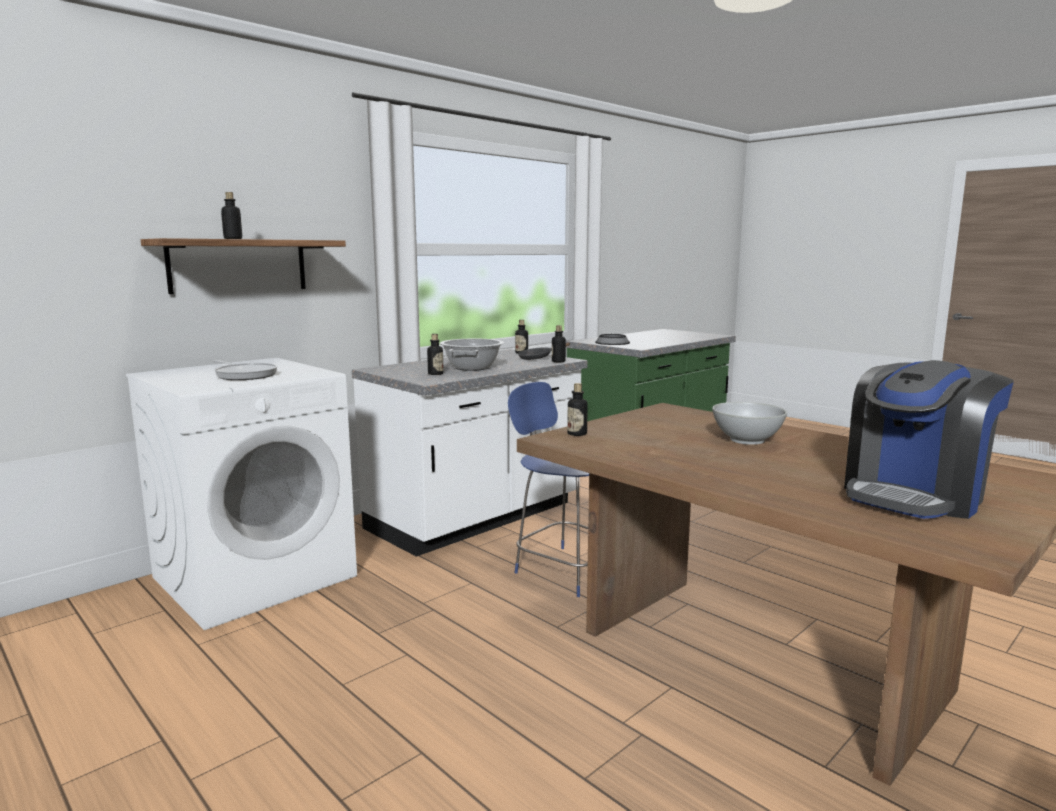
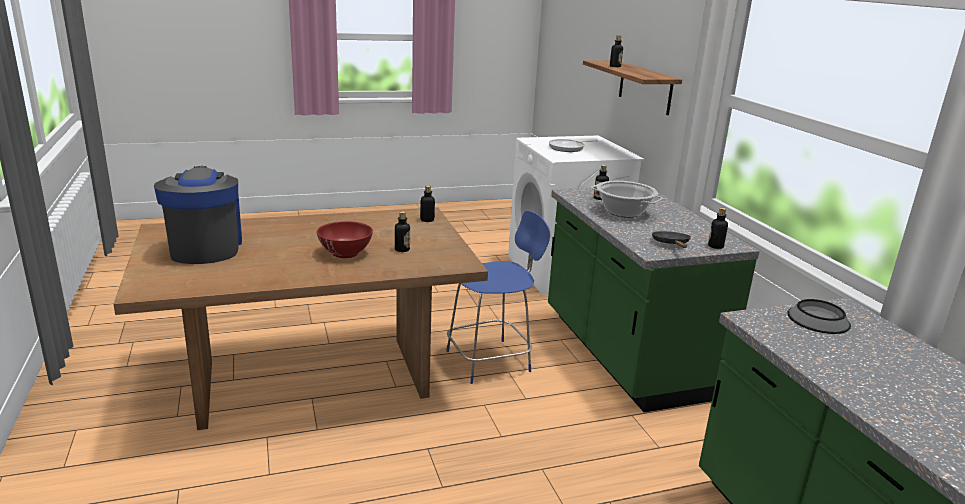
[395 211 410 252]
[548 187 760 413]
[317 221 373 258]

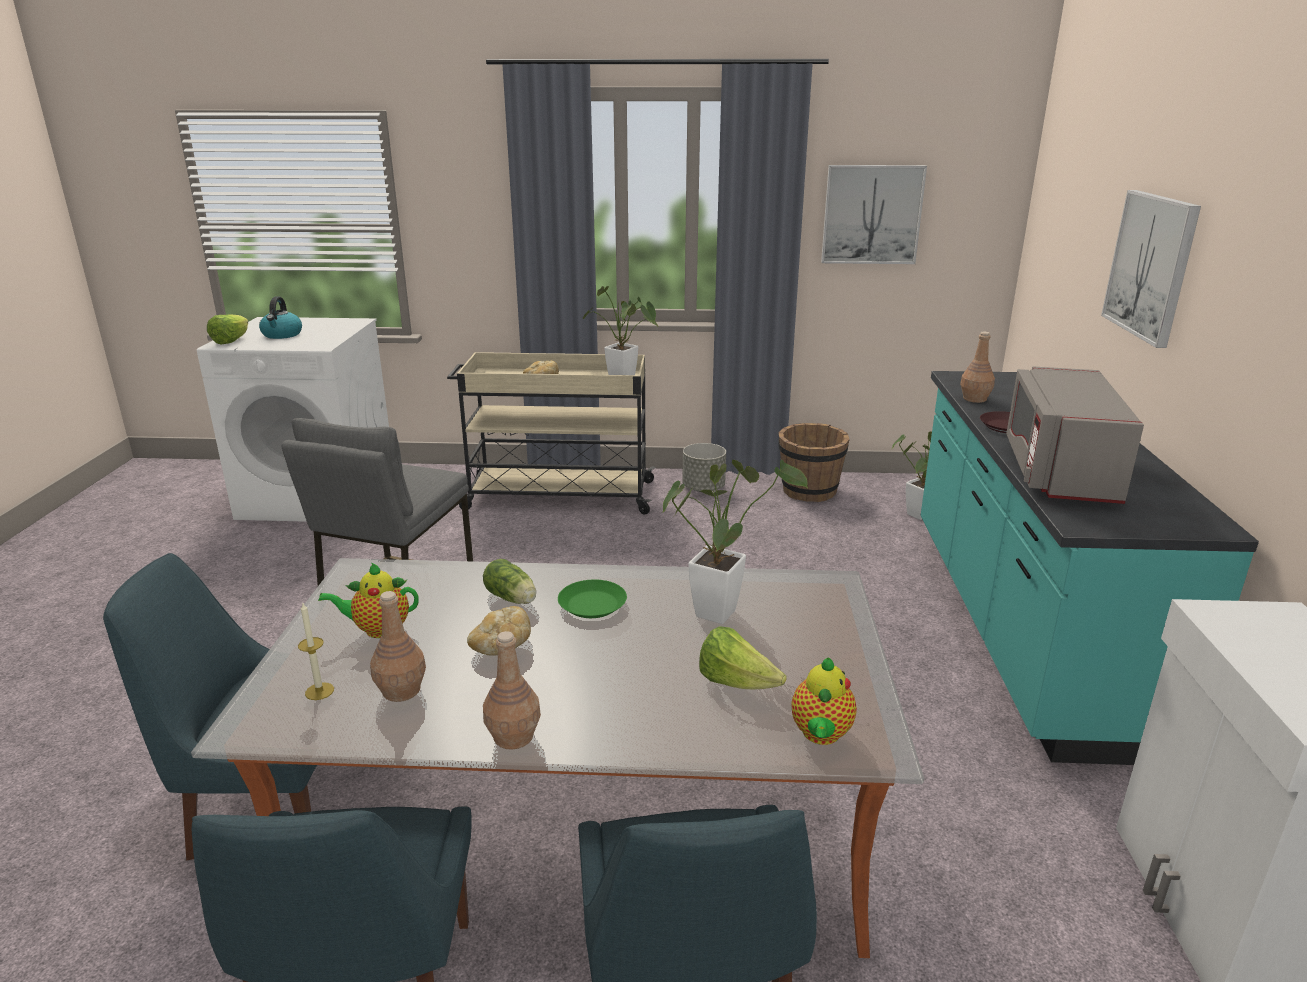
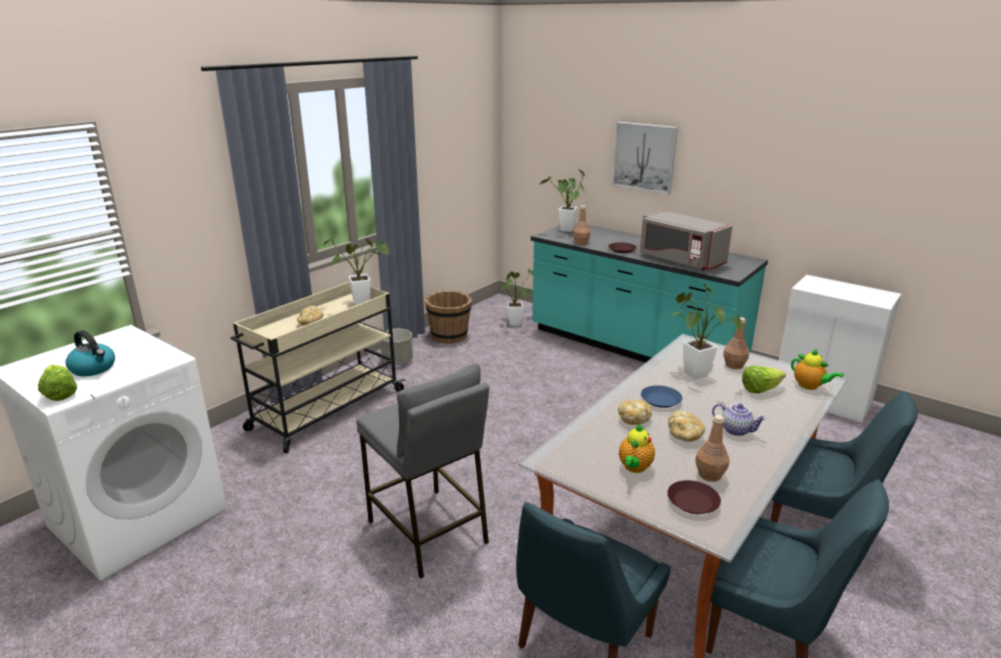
[821 165 927 264] (first image)
[539 169 585 232]
[712 403 766 436]
[723 317 749 370]
[667 480 721 514]
[618 399 652 425]
[641 385 682 408]

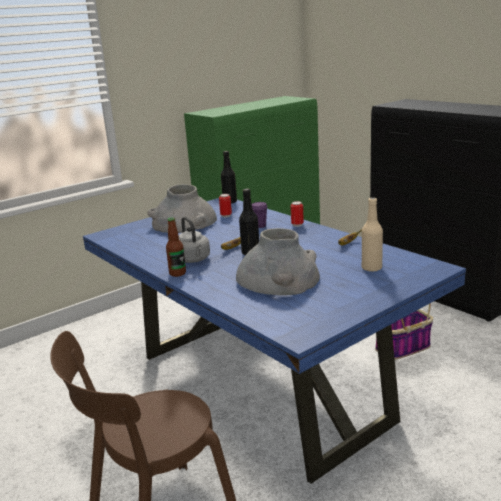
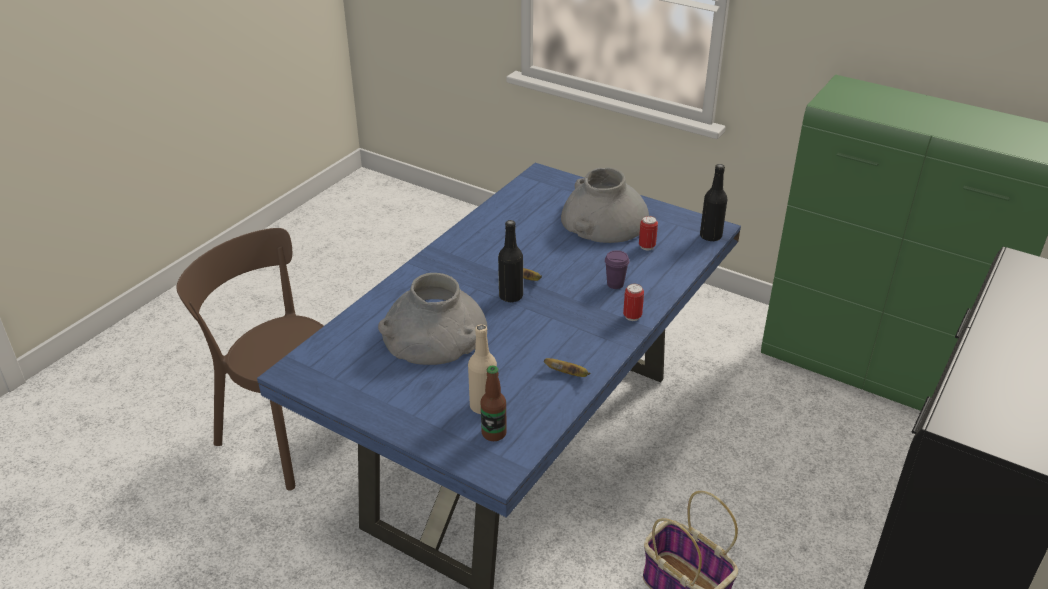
[179 217 210 263] (first image)
[481 366 507 441]

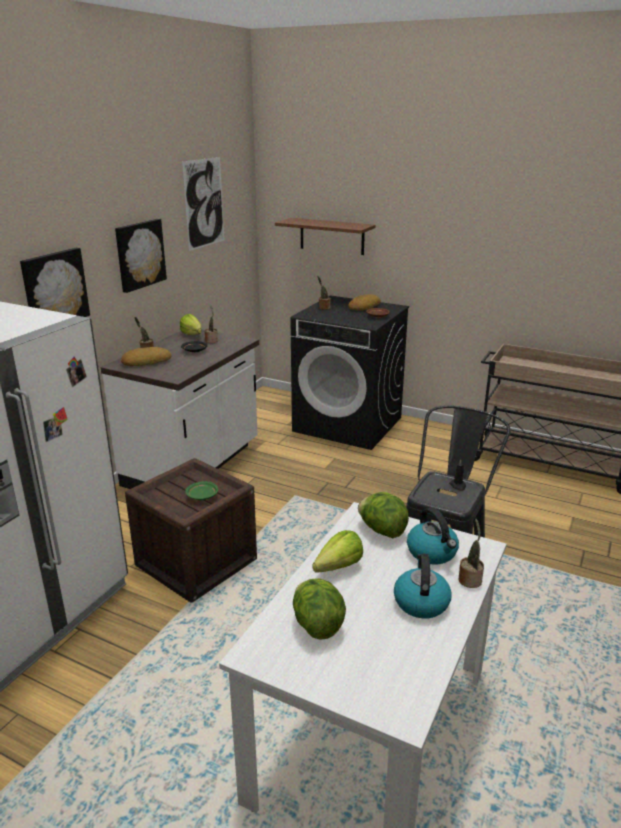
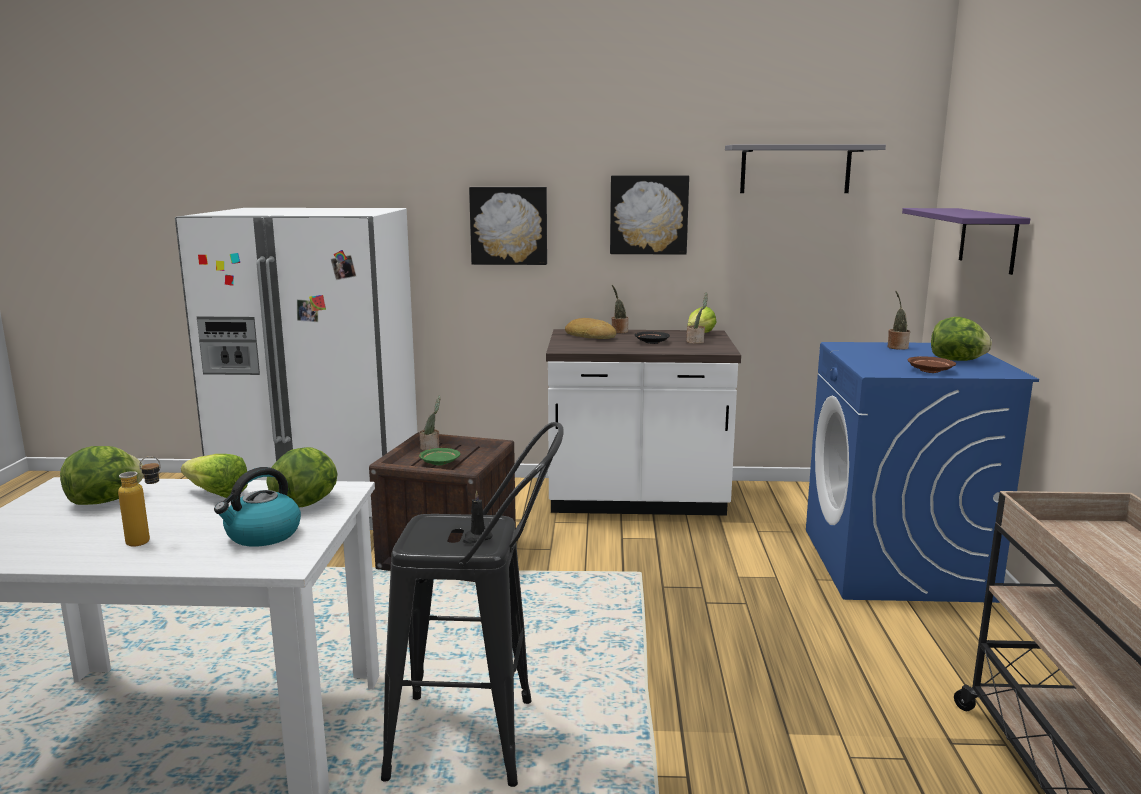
[419 395 441 451]
[725 144 886 193]
[931 317 992 361]
[118 456 161 547]
[902 208 1030 275]
[806 342 1039 603]

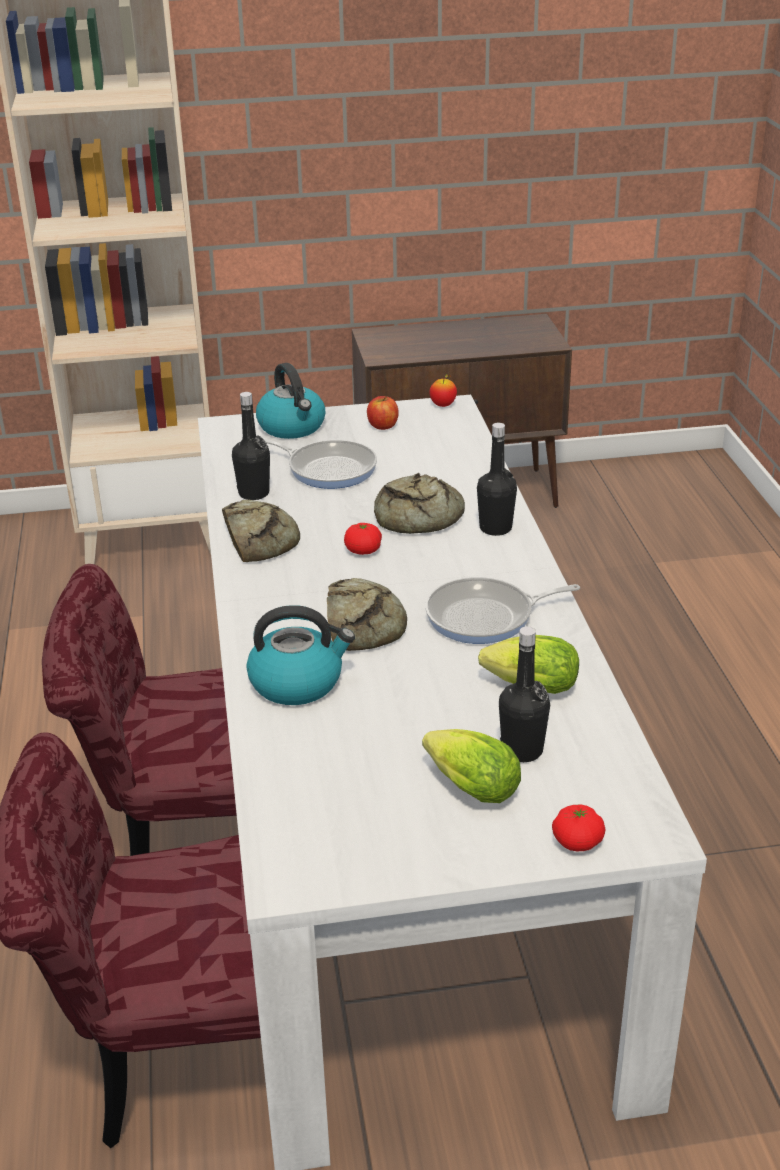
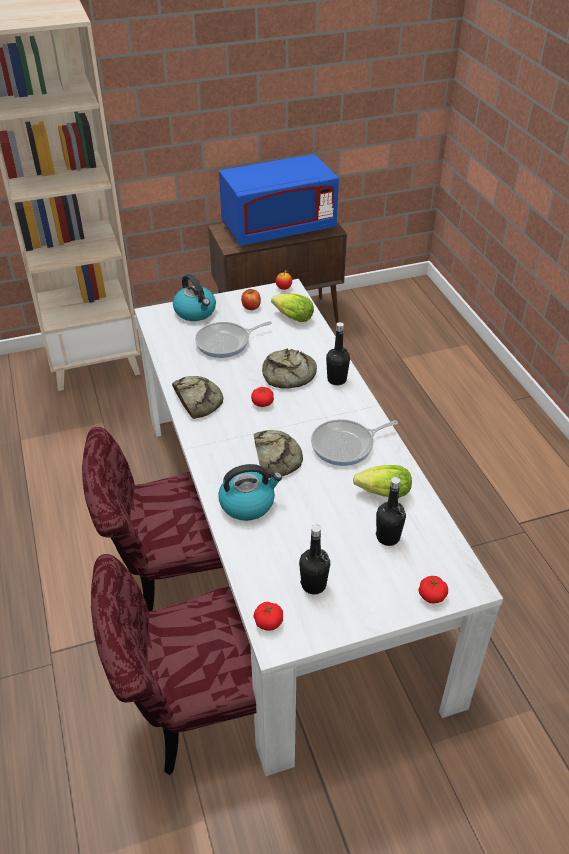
[219 154 339 246]
[253 602 283 631]
[299 524 330 594]
[271 293 314 322]
[195 321 272 358]

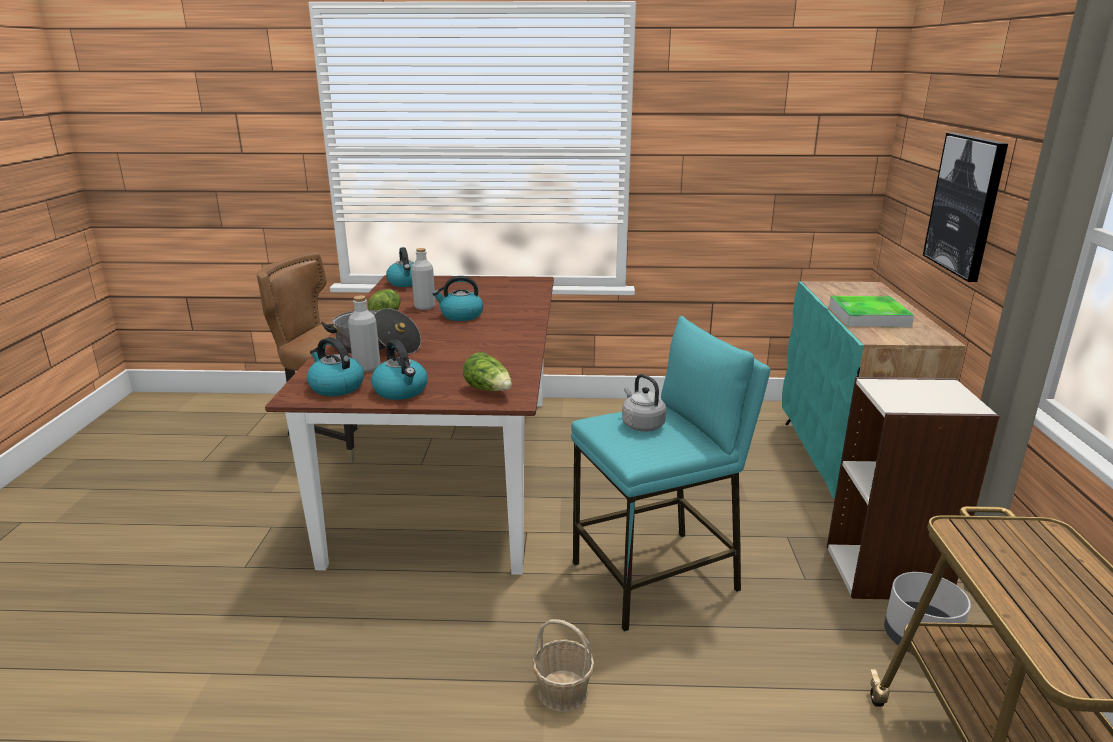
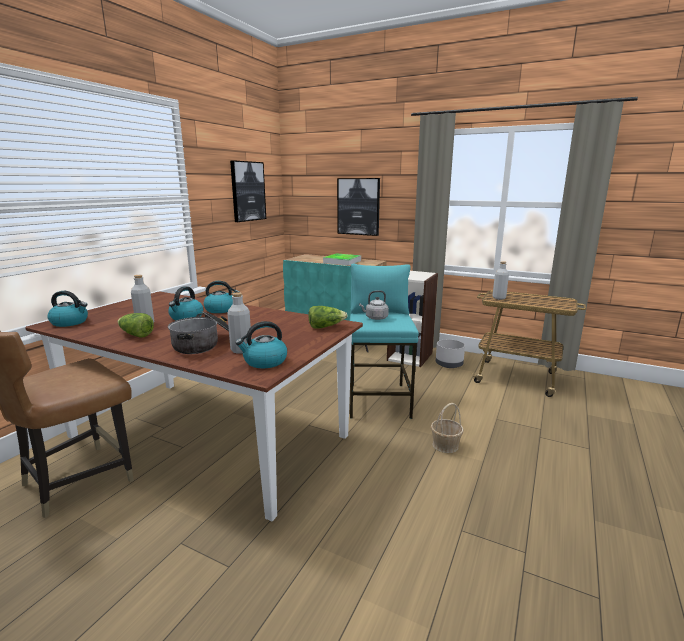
[230 160 266 222]
[493 261 509 299]
[204 281 239 313]

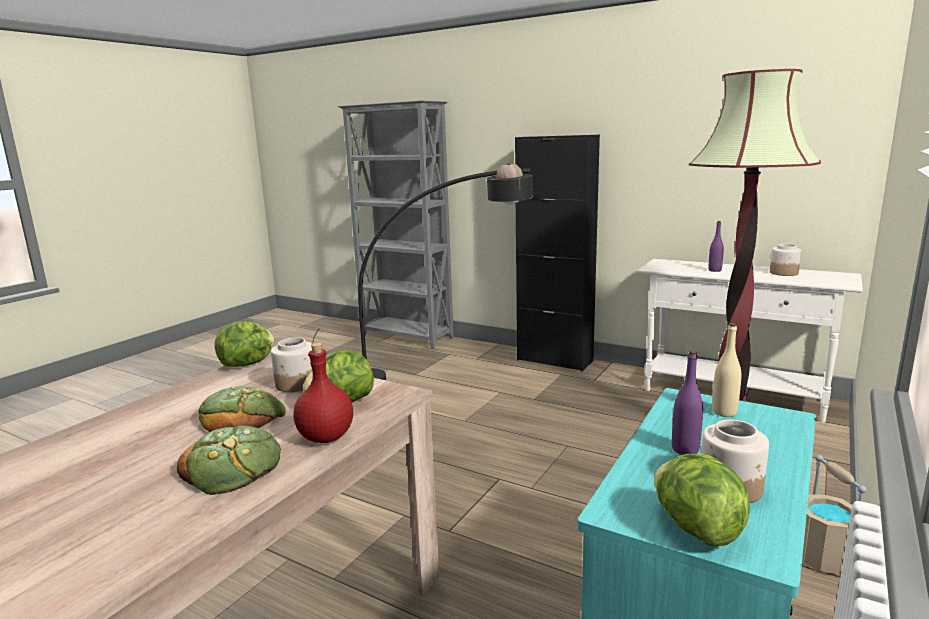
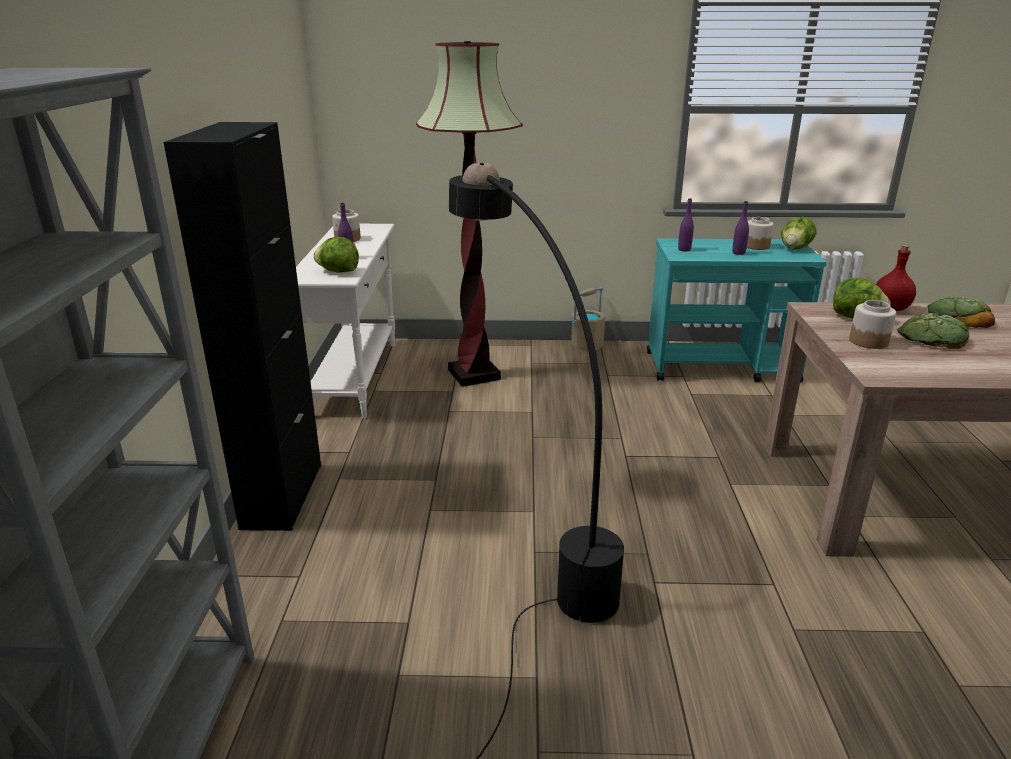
[313 237 359 272]
[678 198 694 251]

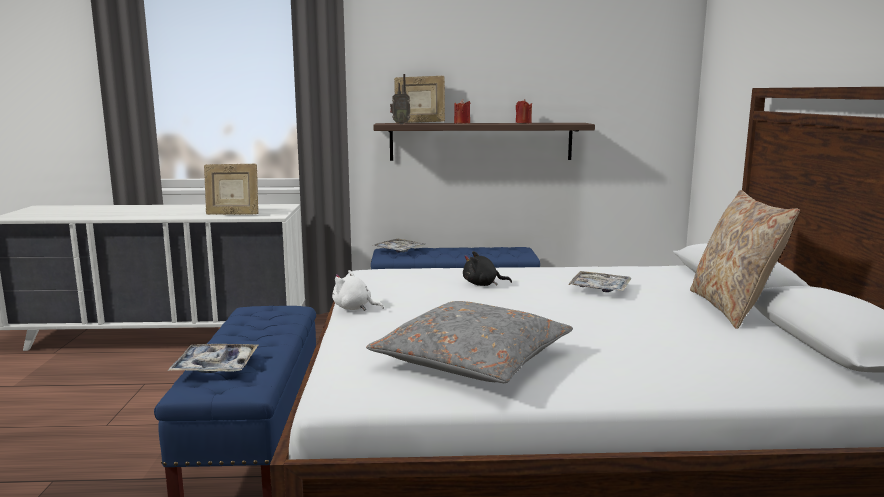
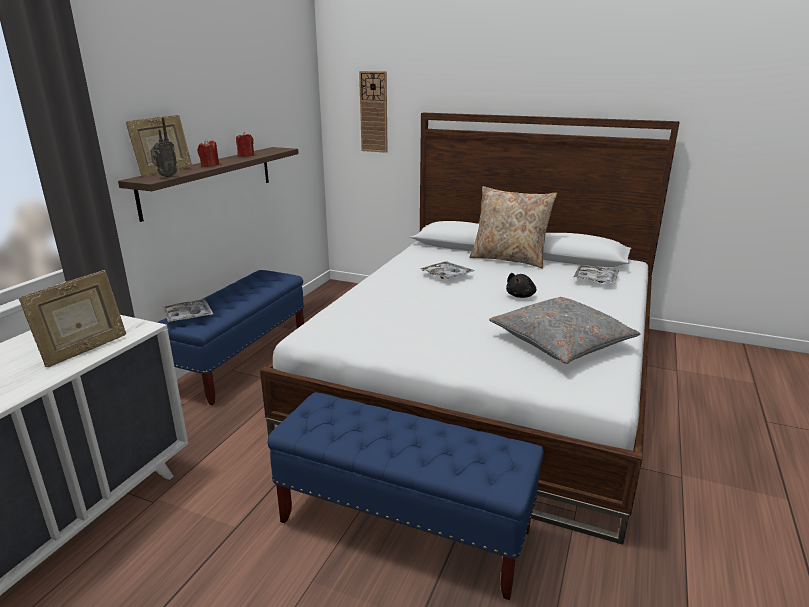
[332 270 384 311] (first image)
[359 71 388 153]
[574 265 619 283]
[506 273 536 298]

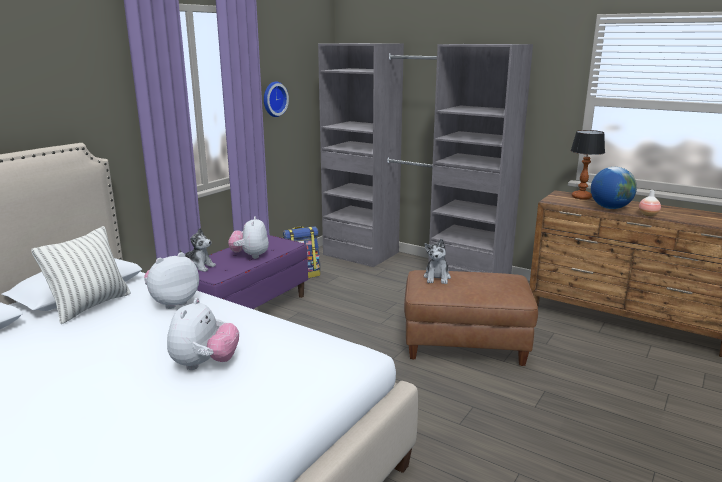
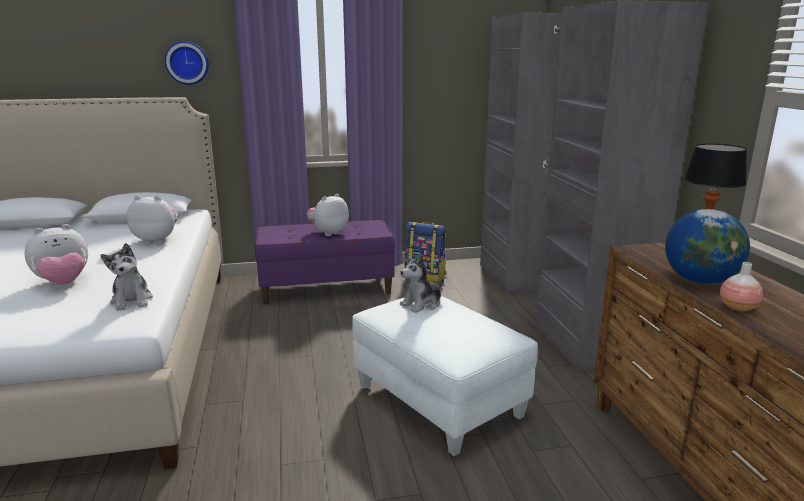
[31 226 130 324] (first image)
[101 243 153 311]
[165 41 209 85]
[352 296 538 456]

